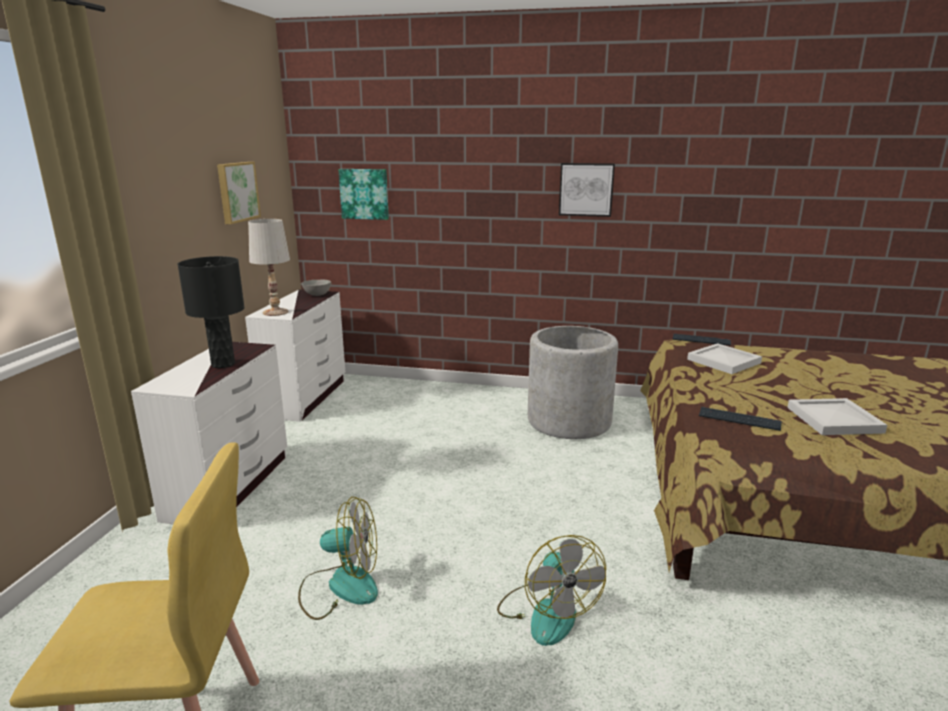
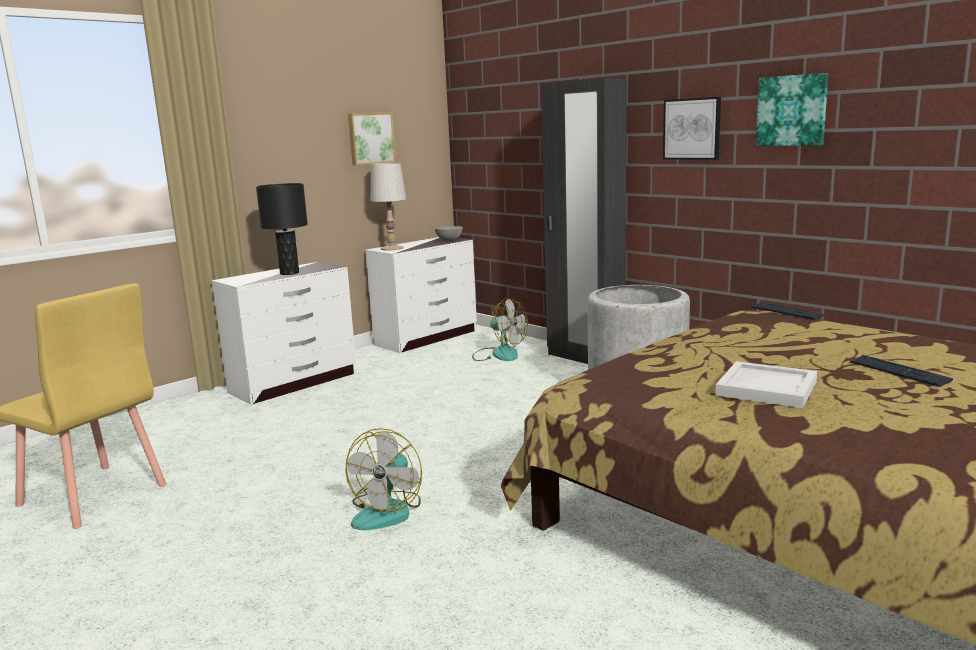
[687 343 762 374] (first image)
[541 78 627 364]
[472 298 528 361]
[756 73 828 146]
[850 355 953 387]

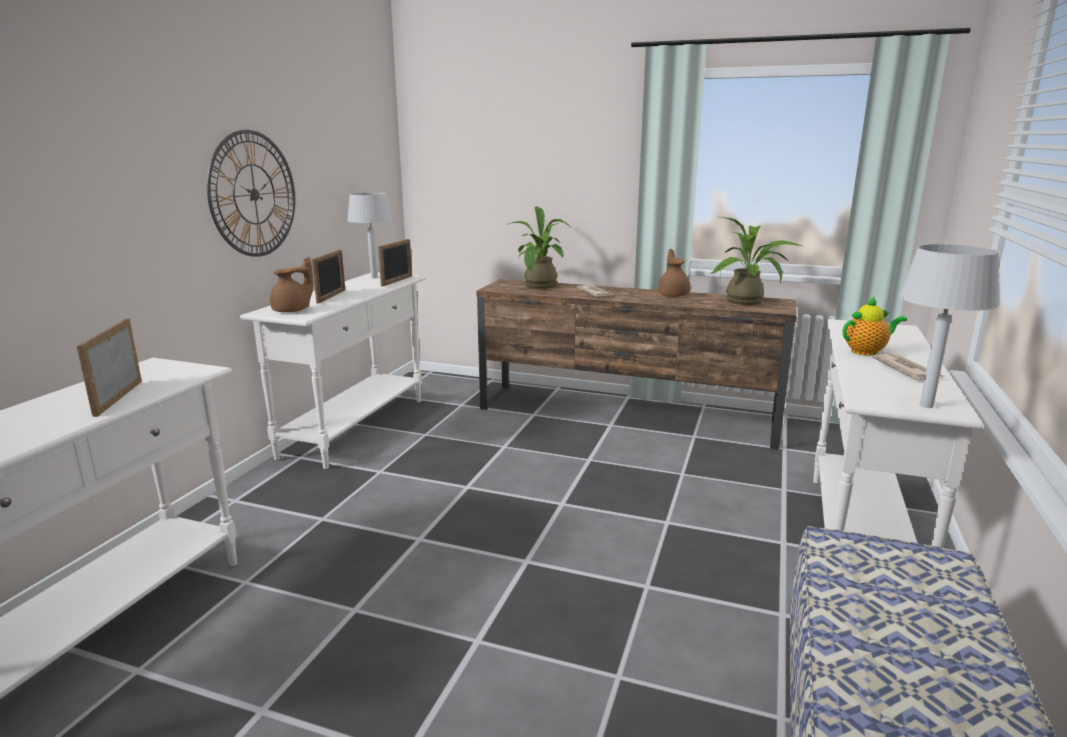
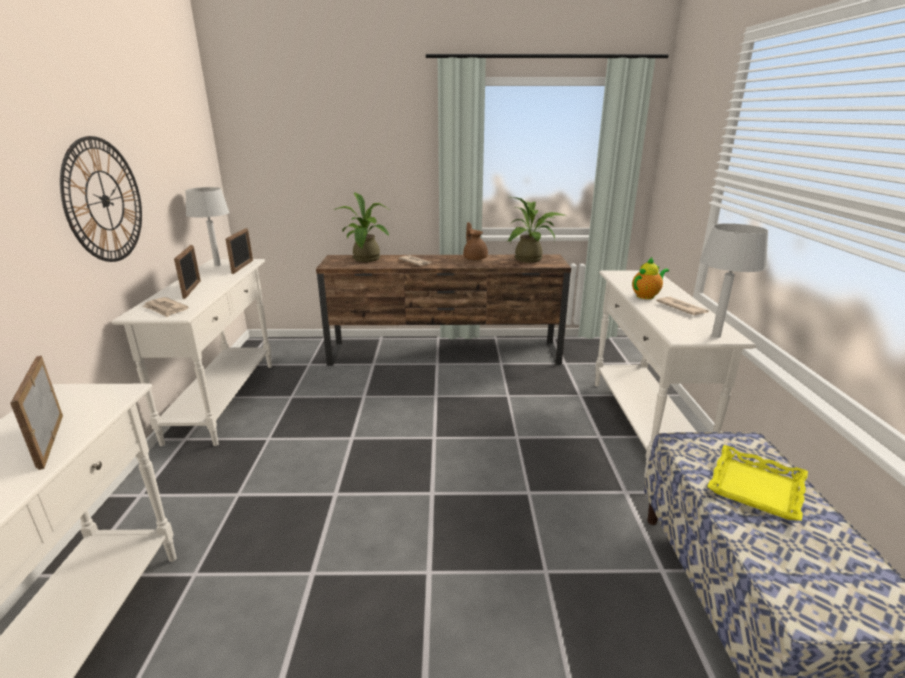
[707 445 808 521]
[143 297 189 317]

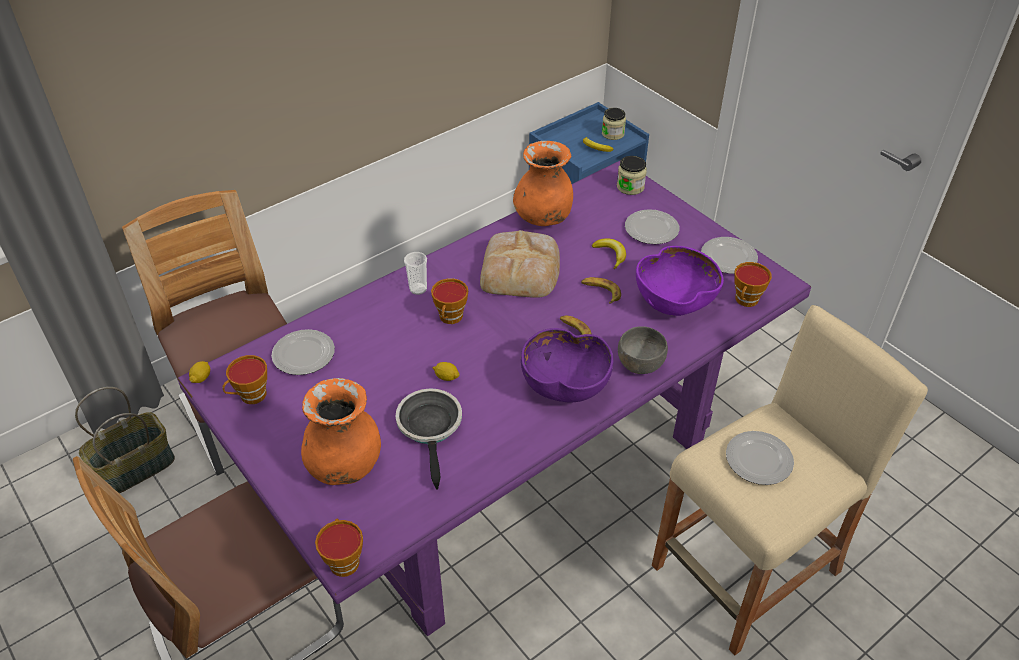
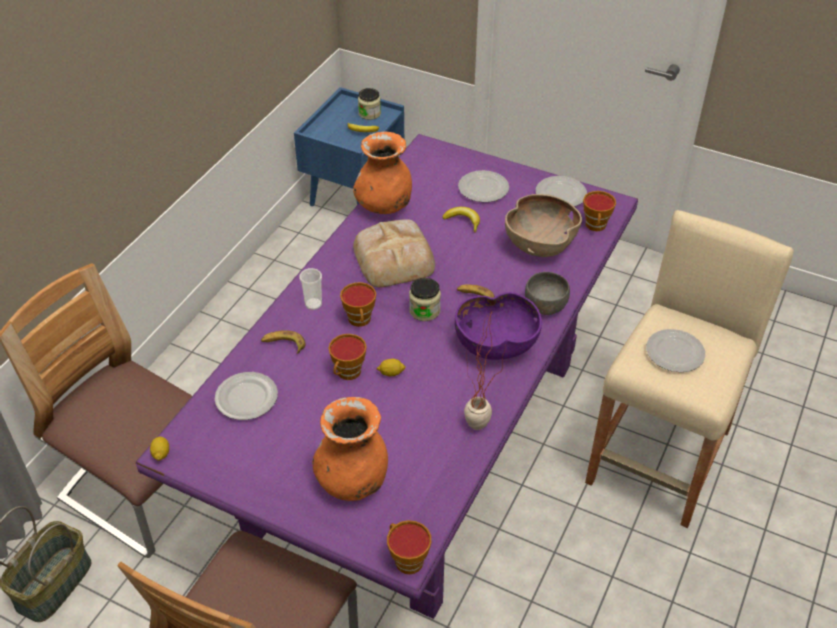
[396 388 462 490] (first image)
[464 312 506 430]
[328 334 367 380]
[261 330 306 354]
[409 278 441 321]
[505 194 582 257]

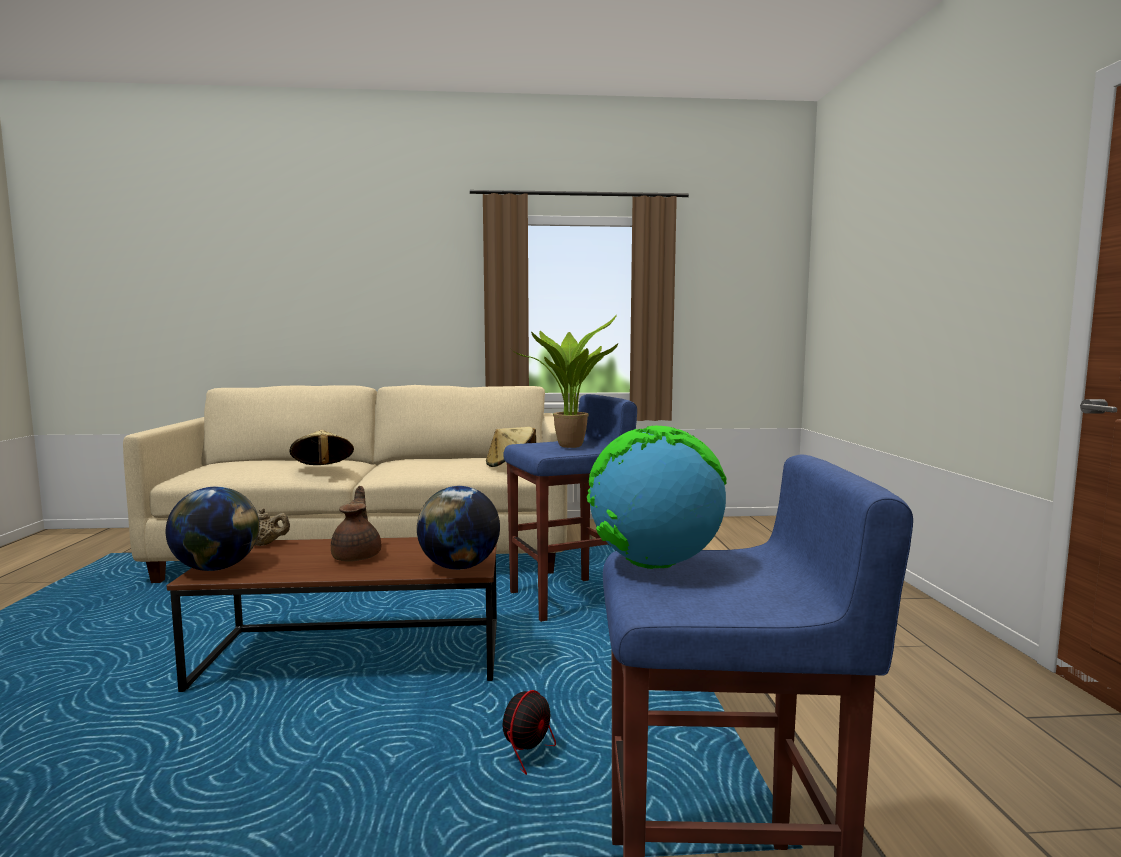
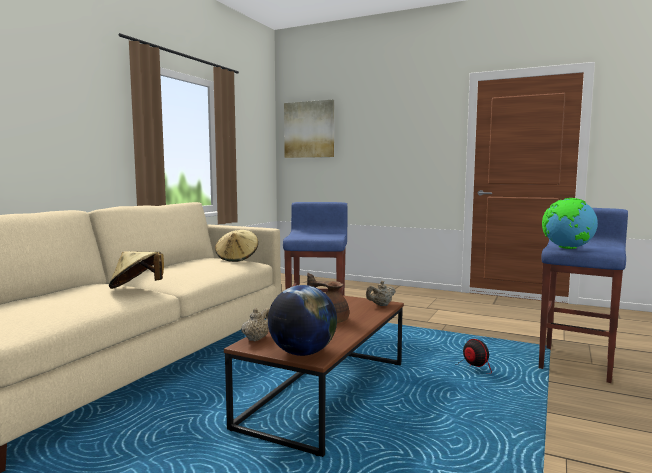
[512 314 618 448] (first image)
[284 100 334 158]
[366 281 396 306]

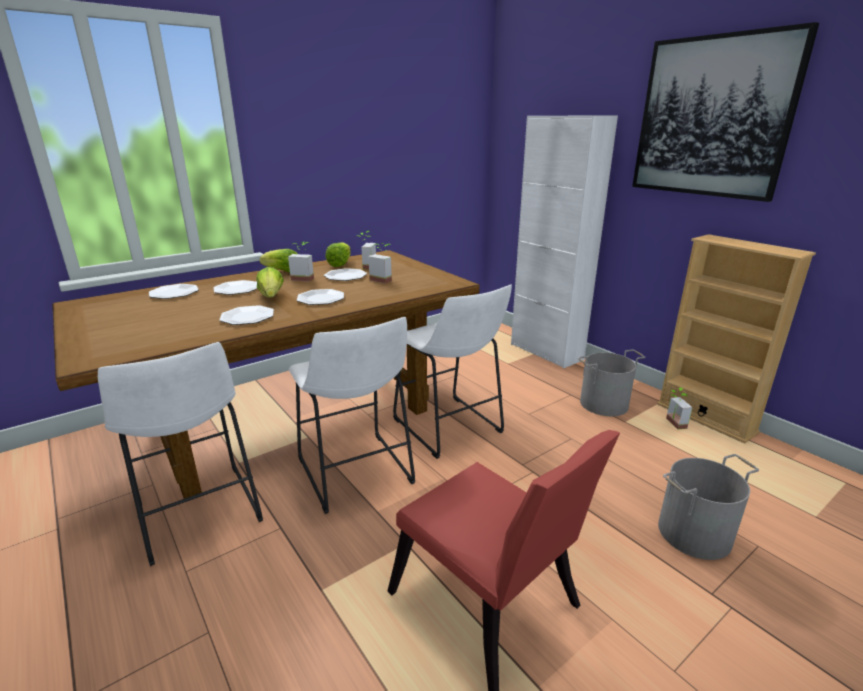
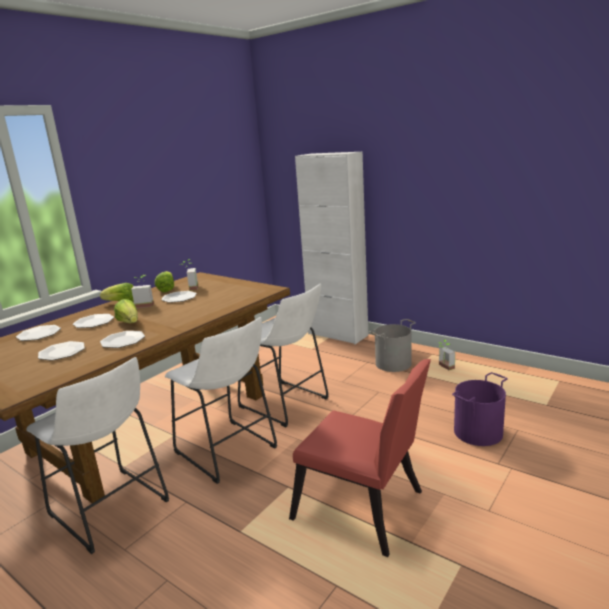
[368 243 392 284] (first image)
[632 22 819 202] (first image)
[657 234 816 444] (first image)
[38 341 85 361]
[452 372 508 446]

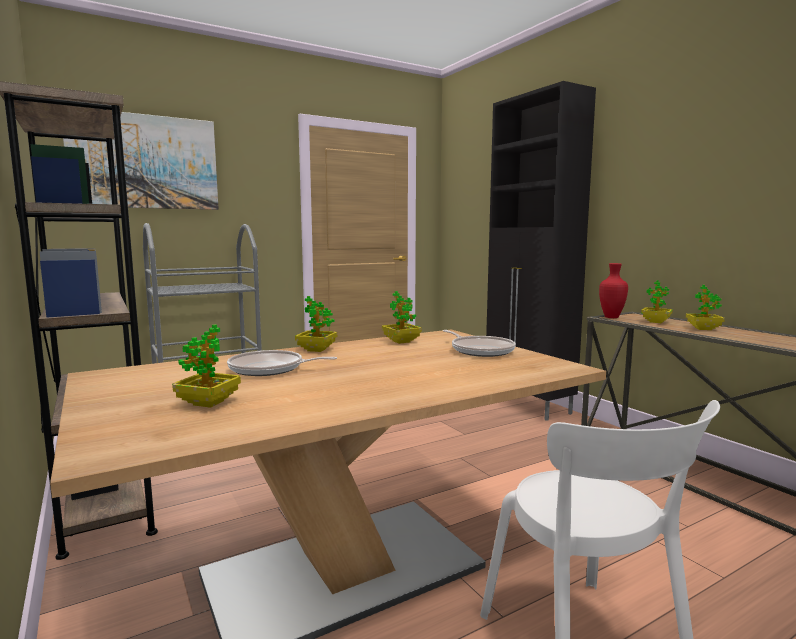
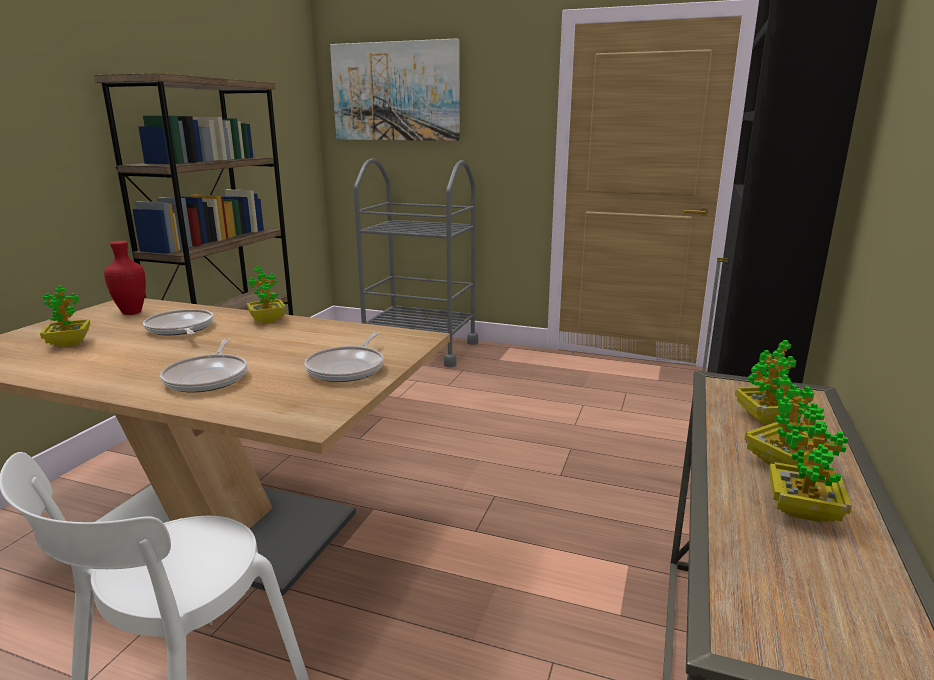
[160 338 247 393]
[769 408 852 522]
[104 241 146 315]

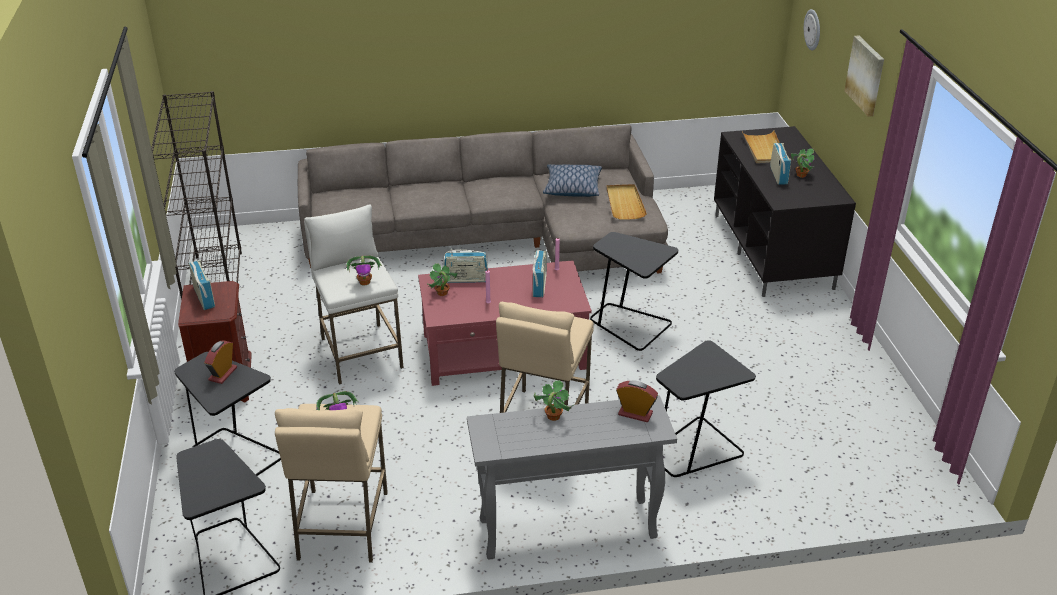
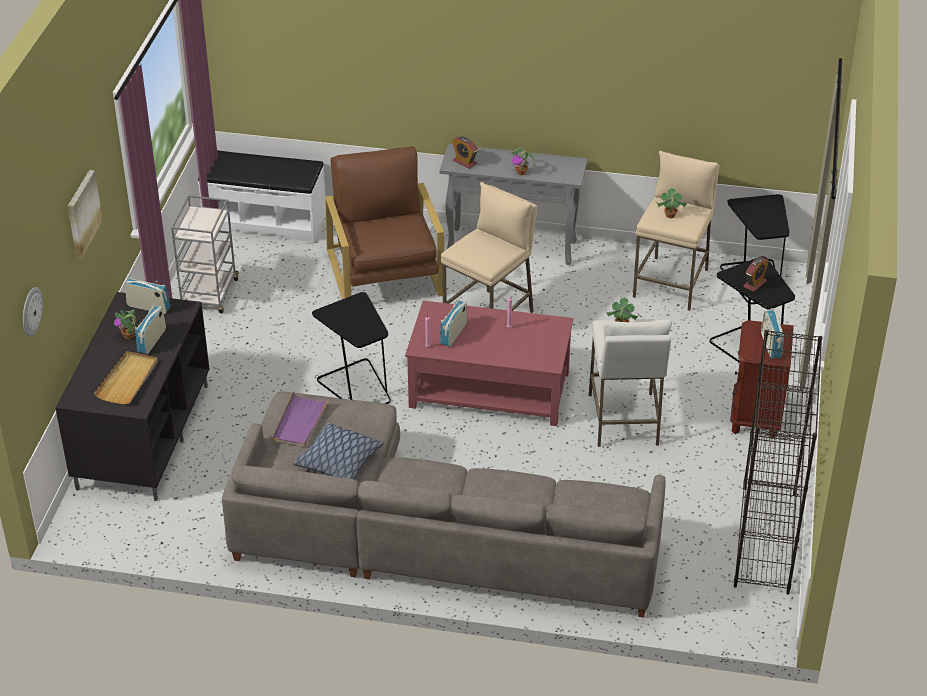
[426 263 458 296] (first image)
[171 195 239 313]
[198 150 326 242]
[125 277 170 314]
[325 146 444 299]
[272 392 329 447]

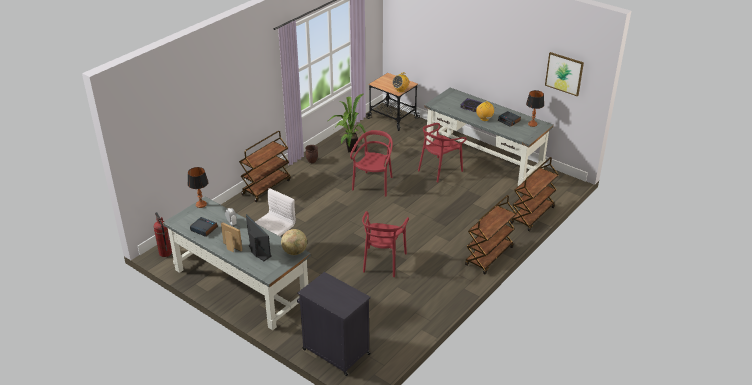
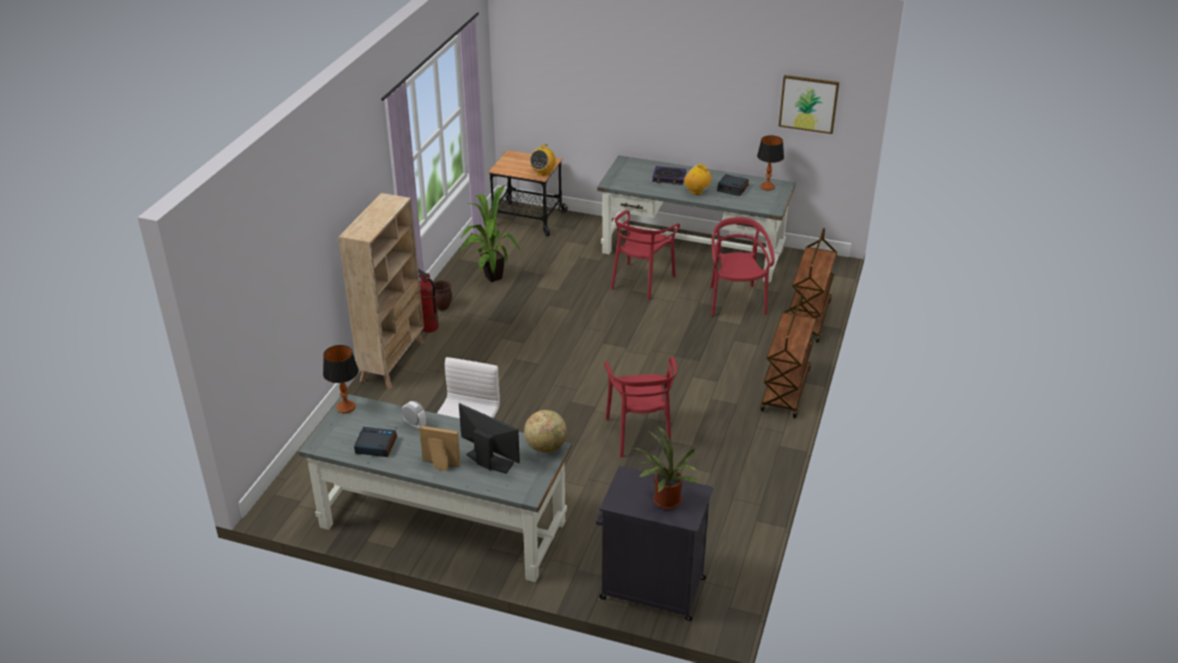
[633 426 700 509]
[418 268 439 333]
[711 217 775 316]
[338 193 425 389]

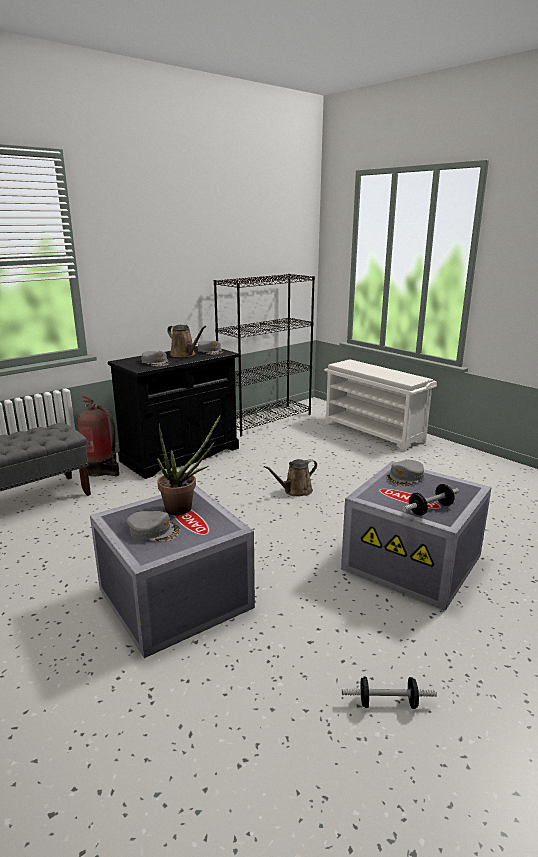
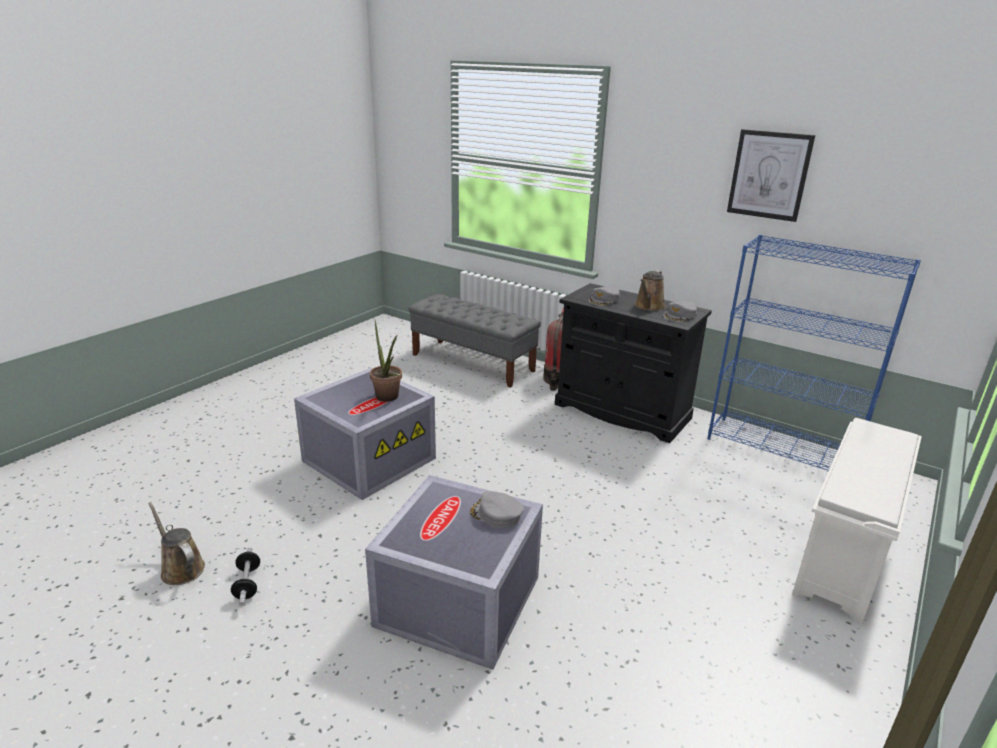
[127 511 180 542] (first image)
[403 484 459 516] (first image)
[727 129 815 222]
[148 502 205 585]
[707 235 921 471]

